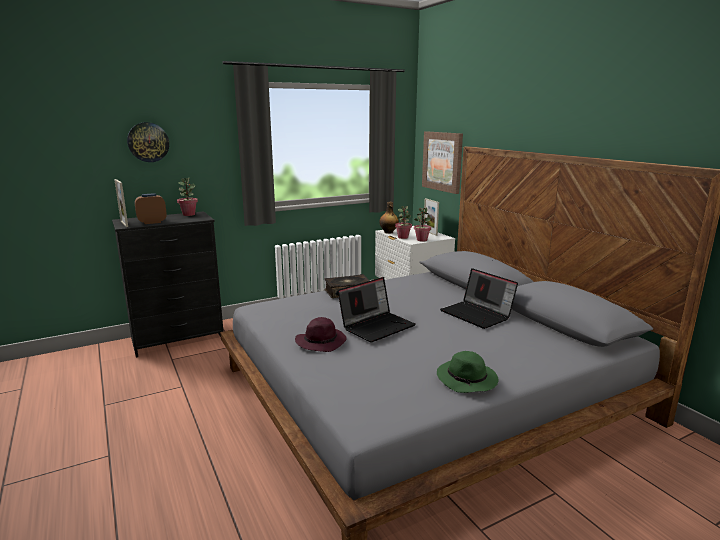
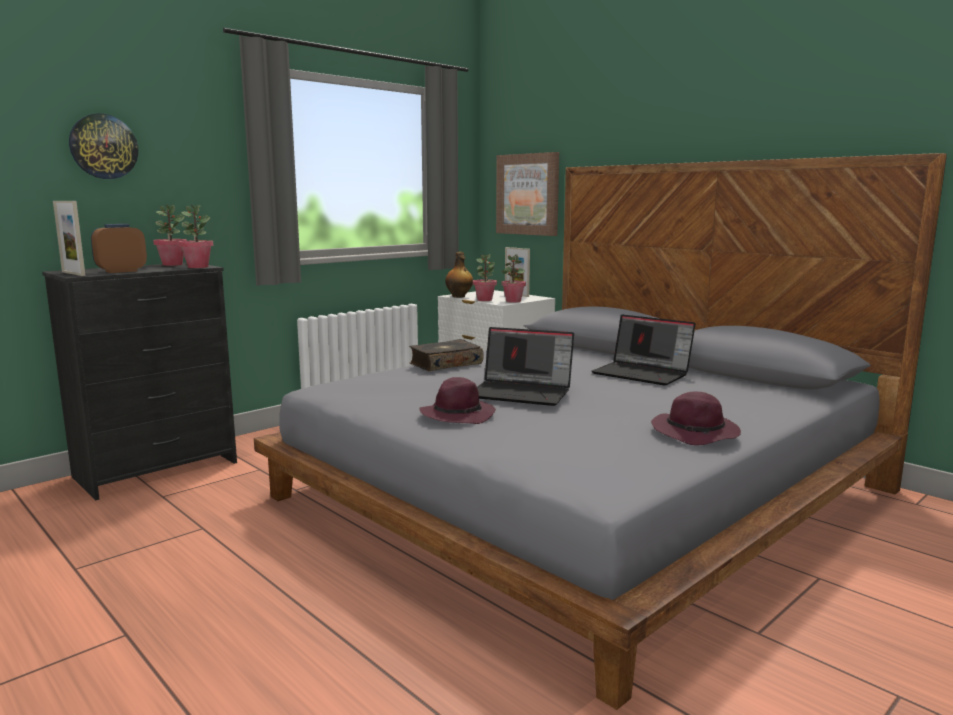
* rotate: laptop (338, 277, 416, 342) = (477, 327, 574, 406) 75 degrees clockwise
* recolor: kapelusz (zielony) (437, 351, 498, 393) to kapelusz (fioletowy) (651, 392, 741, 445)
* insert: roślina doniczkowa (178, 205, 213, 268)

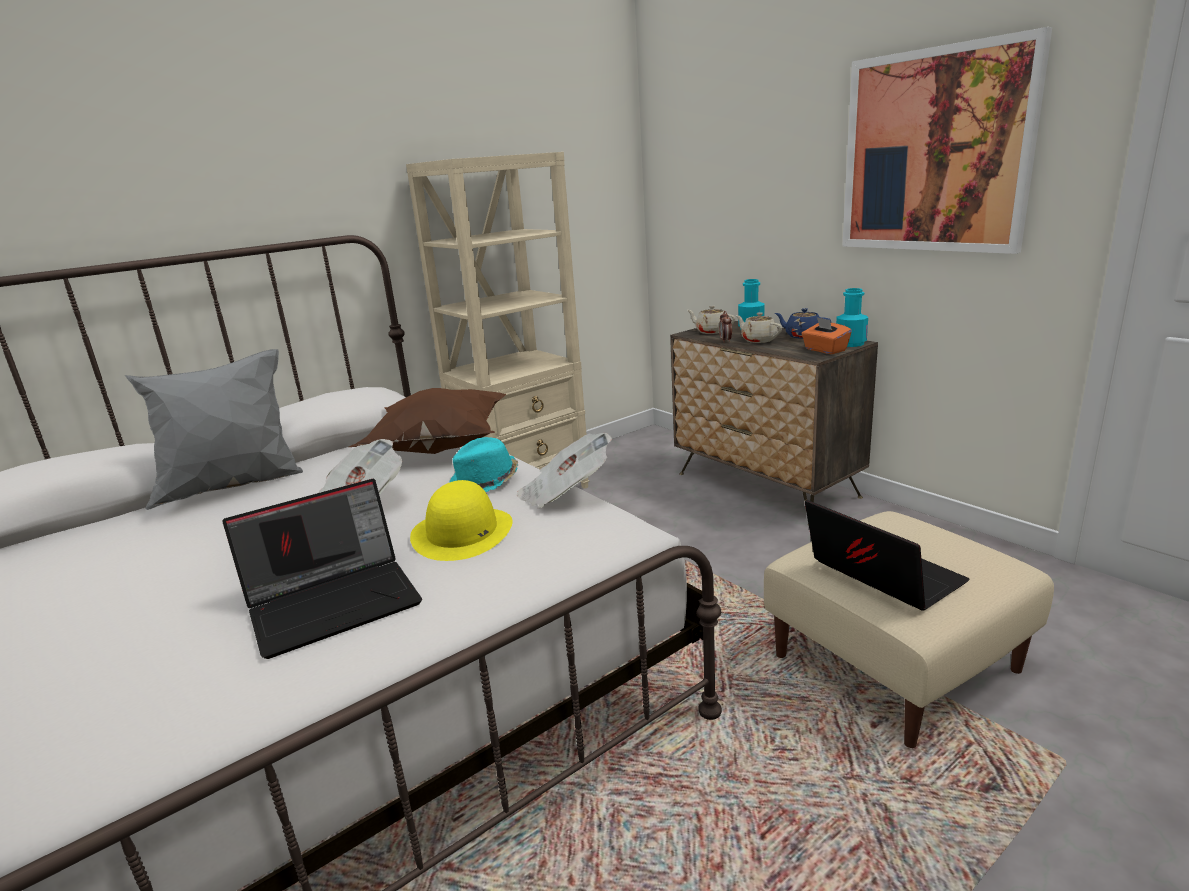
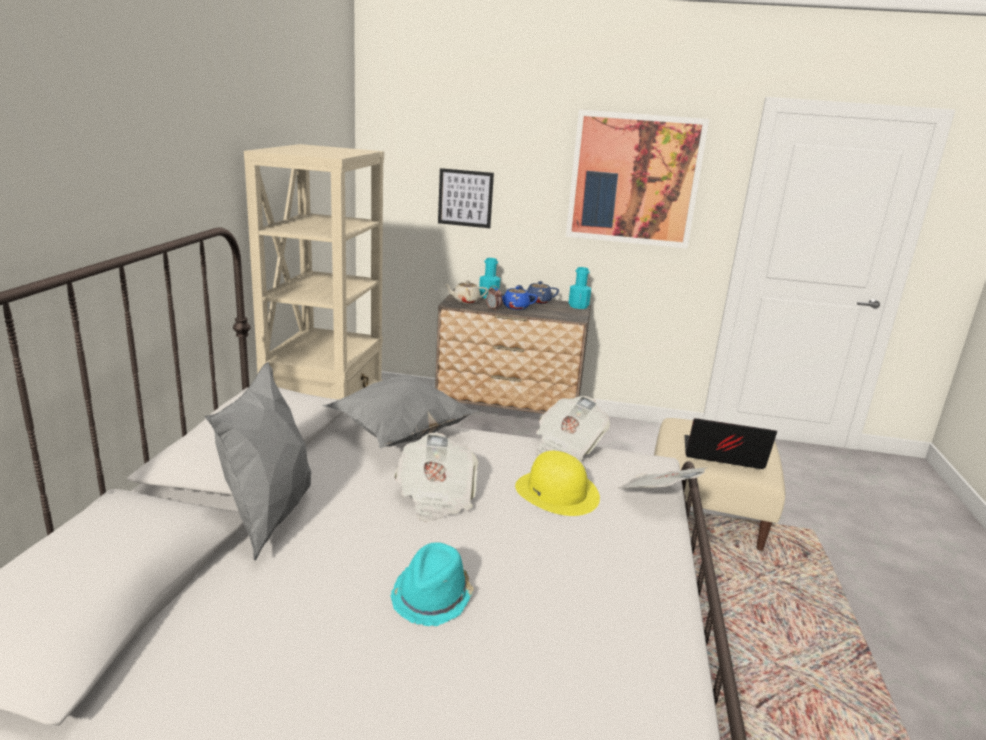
* delete: laptop (222, 479, 422, 659)
* recolor: poduszka (brązowy) (349, 388, 506, 454) to poduszka (szary) (321, 375, 478, 448)
* move: kapelusz (turkusowy) (450, 437, 518, 492) to (390, 542, 474, 626)
* recolor: imbryk (beżowy) (736, 312, 782, 343) to imbryk (niebieski) (494, 286, 538, 310)
* delete: pudełko chusteczek (pomarańczowy) (802, 317, 852, 354)
* insert: obraz (438, 168, 494, 228)
* insert: gazeta (618, 468, 706, 489)

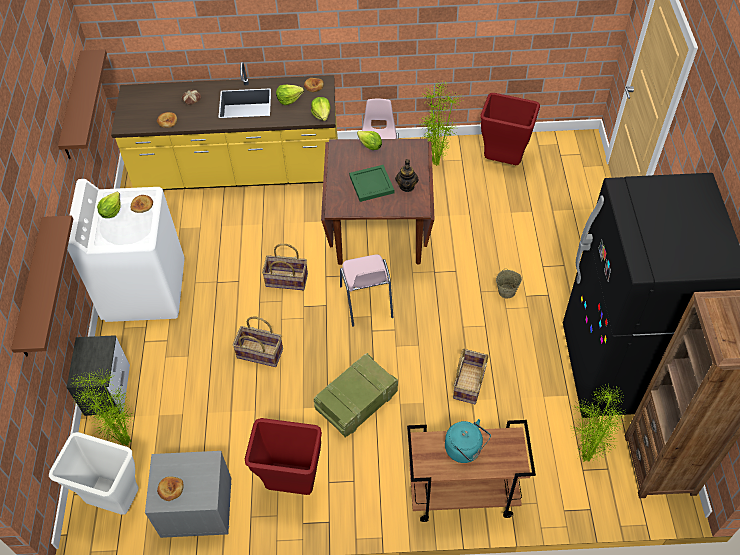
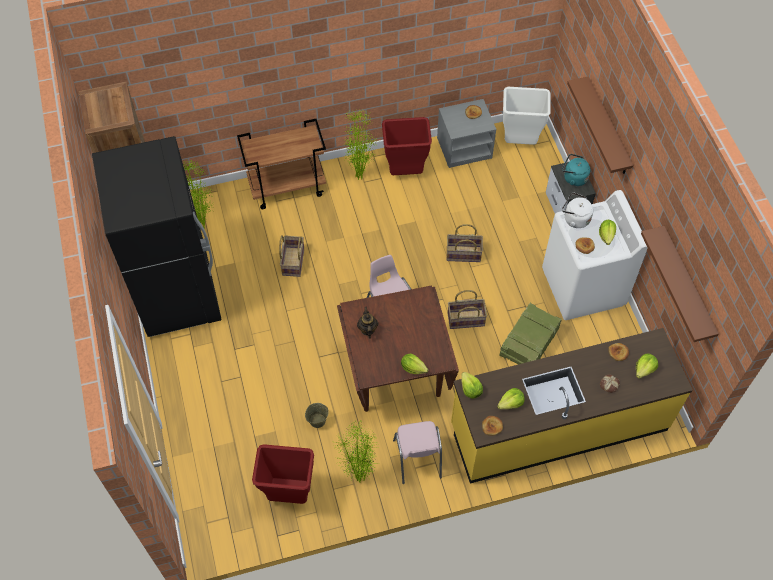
* move: roślina doniczkowa (70, 370, 135, 445) to (343, 110, 378, 180)
* move: skrzynka (314, 353, 398, 438) to (499, 302, 562, 364)
* delete: taca (zielony) (349, 165, 394, 202)
* move: czajnik (turkusowy) (445, 419, 491, 463) to (562, 154, 590, 186)
* move: wiadro (beżowy) (496, 269, 522, 298) to (305, 403, 329, 428)
* insert: czajnik (biały) (562, 192, 593, 228)
* insert: sałata (636, 353, 658, 378)

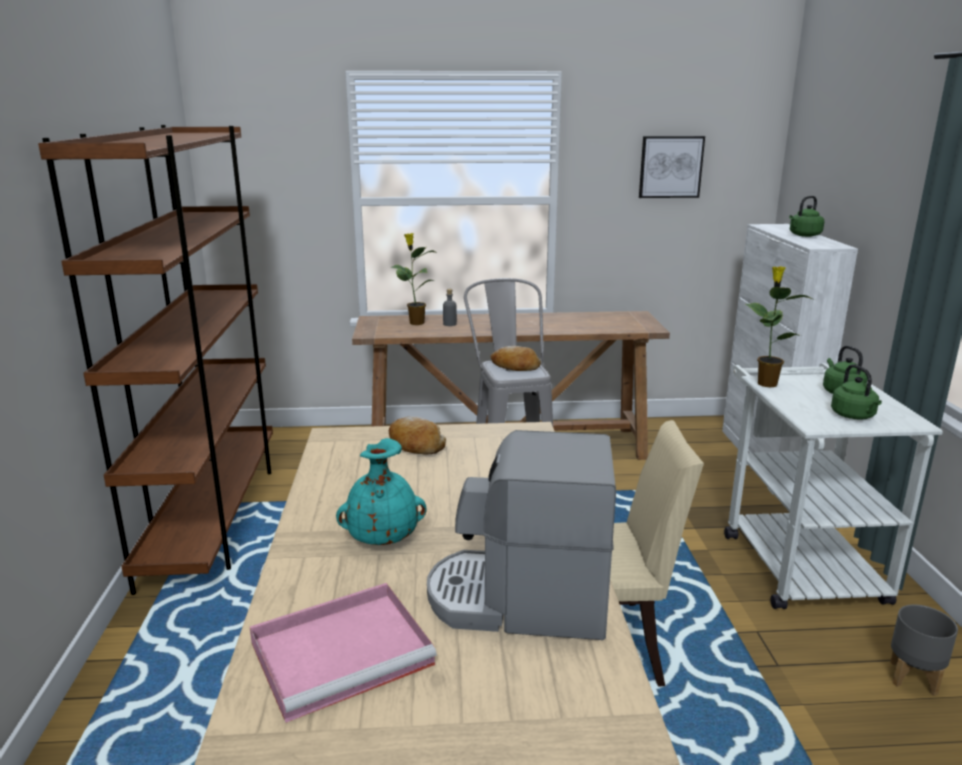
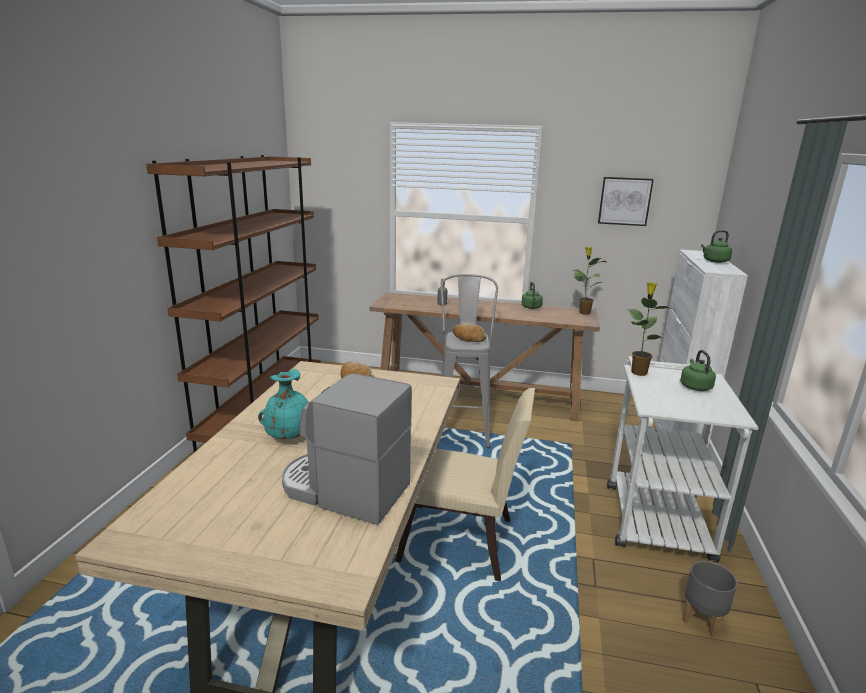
* delete: taca (różowy) (250, 583, 437, 723)
* move: roślina doniczkowa (391, 233, 435, 325) to (572, 247, 608, 315)
* move: czajnik (zielony) (831, 364, 882, 420) to (522, 282, 543, 309)

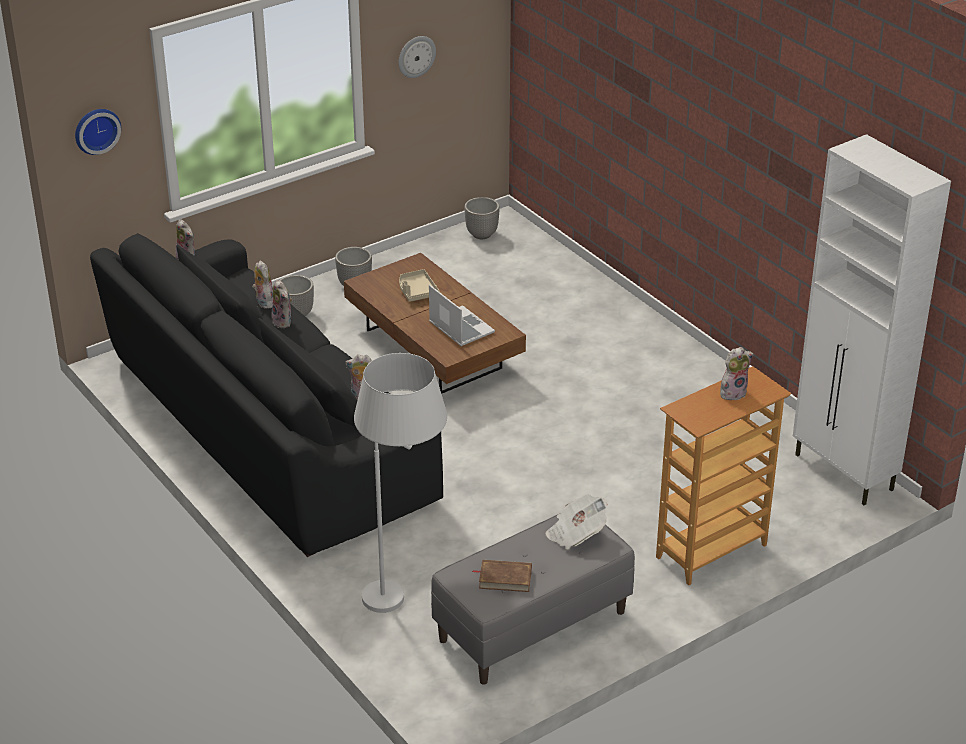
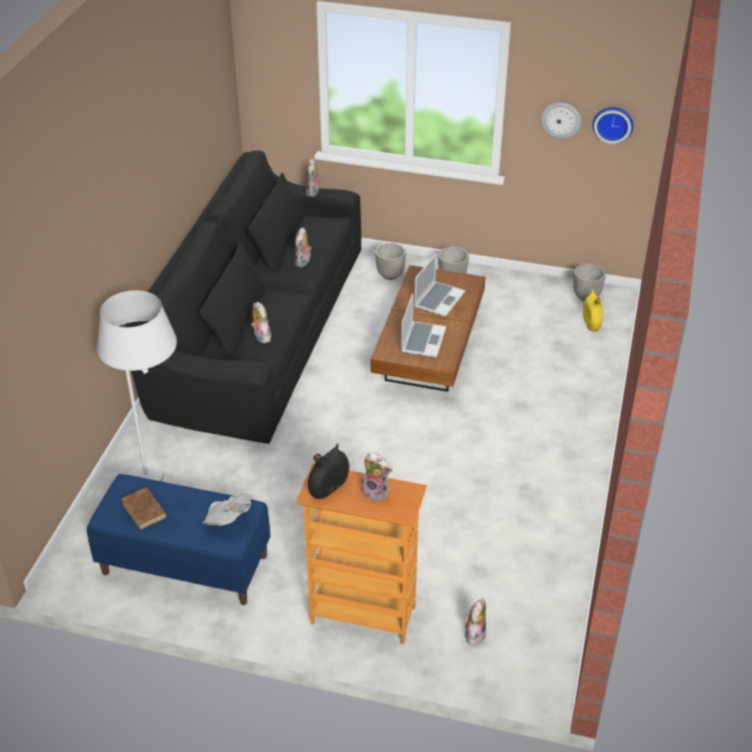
* move: zegar ścienny (75, 109, 121, 155) to (592, 107, 633, 144)
* move: pluszak (252, 261, 273, 309) to (464, 598, 486, 646)
* replace: taca (beżowy) (399, 269, 440, 302) to laptop (414, 254, 465, 317)
* recolor: ławka (szary) (431, 514, 635, 685) to ławka (niebieski) (87, 474, 271, 605)
* delete: szafka (biały) (793, 134, 951, 505)
* insert: wazon (czarny) (308, 443, 349, 499)
* insert: wazon (żółty) (583, 289, 603, 331)

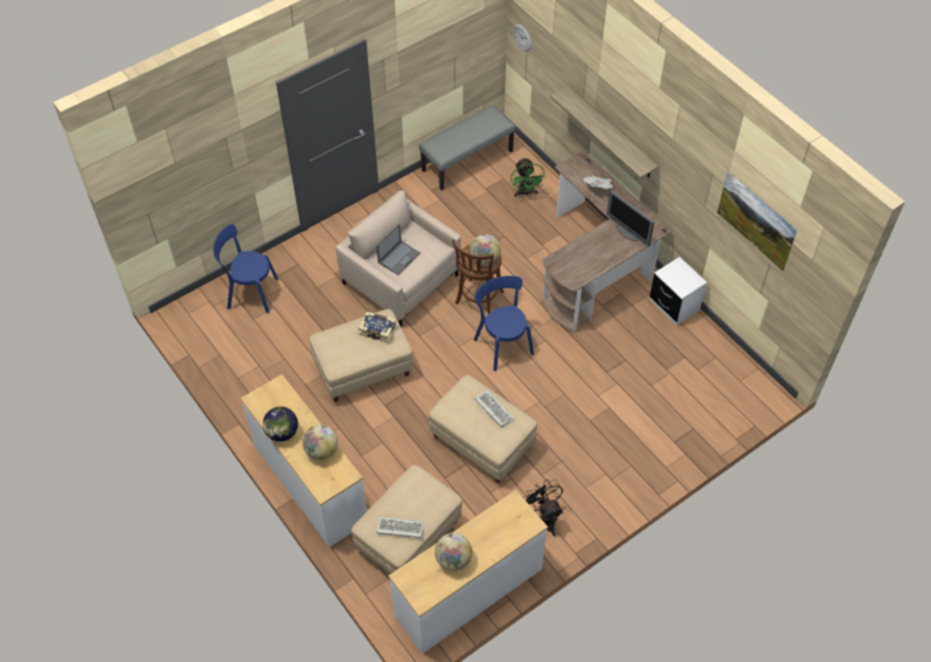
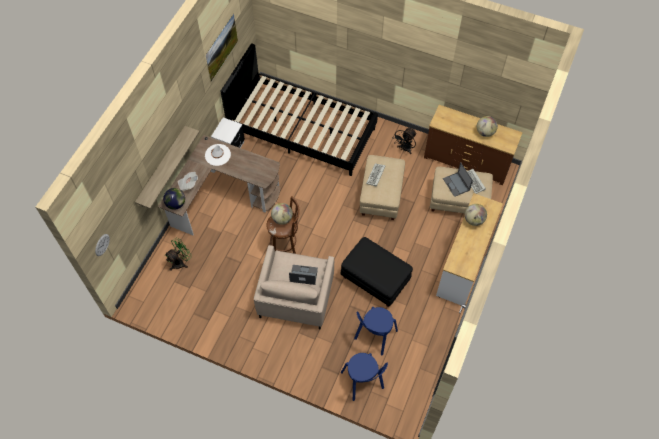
* move: globus (263, 406, 298, 442) to (163, 188, 185, 210)
* recolor: pufa (beżowy) (309, 309, 413, 402) to pufa (czarny) (341, 237, 413, 307)
* delete: książka (358, 312, 396, 343)
* recolor: komoda (biały) (388, 490, 548, 654) to komoda (brązowy) (424, 105, 523, 185)
* delete: ławka (szary) (419, 105, 516, 191)
* move: krzesło (niebieski) (474, 276, 534, 371) to (354, 307, 398, 356)
* replace: monitor (607, 190, 654, 246) to kapelusz (biały) (205, 144, 231, 166)
* insert: łóżko (czarny) (220, 43, 378, 176)
* insert: laptop (443, 162, 473, 197)

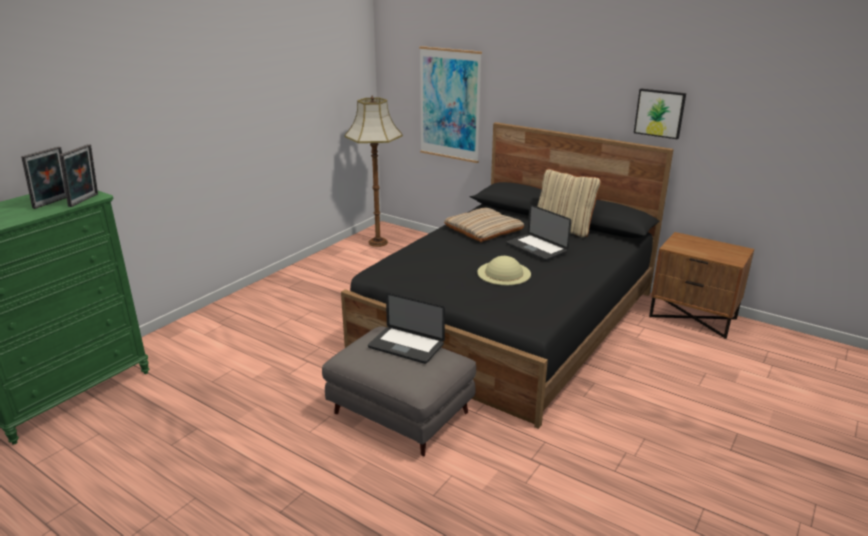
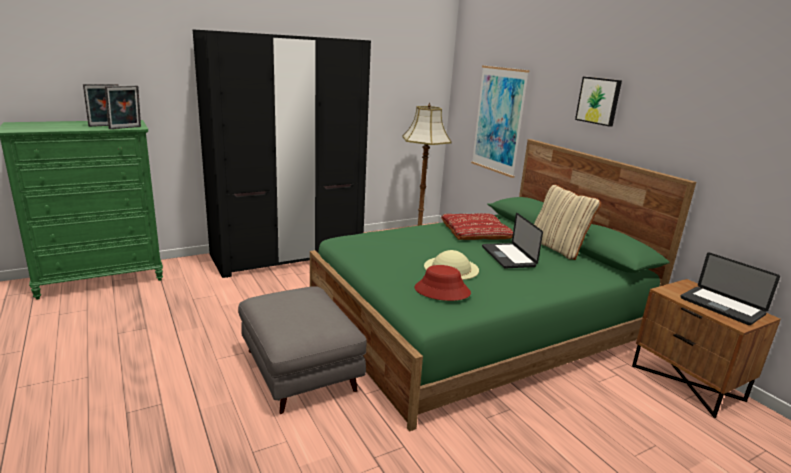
* recolor: łóżko (czarny) (341, 122, 674, 429) to łóżko (zielony) (310, 139, 696, 432)
* move: laptop (368, 293, 445, 364) to (680, 253, 780, 325)
* recolor: poduszka (beżowy) (444, 208, 524, 242) to poduszka (czerwony) (441, 213, 513, 240)
* move: obraz (634, 88, 686, 140) to (575, 77, 622, 127)
* insert: szafa (czarny) (193, 30, 371, 278)
* insert: kapelusz (czerwony) (415, 265, 471, 301)

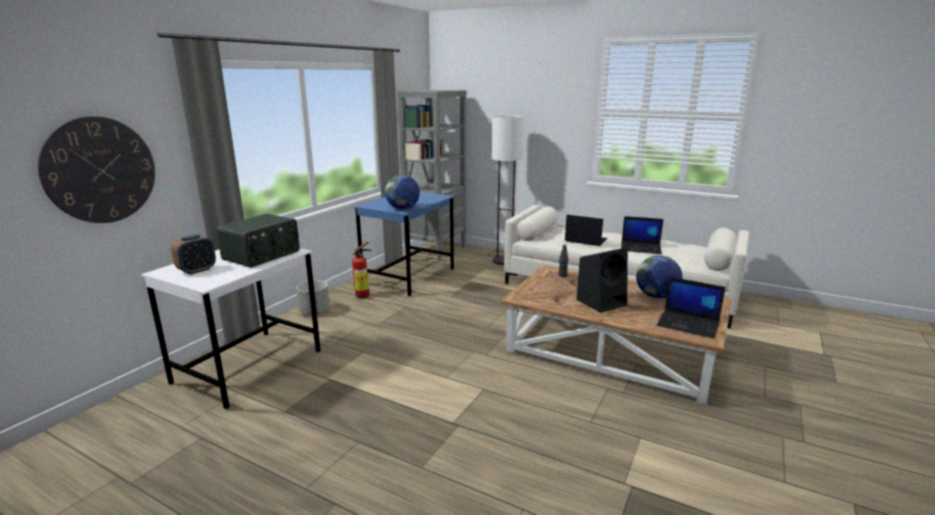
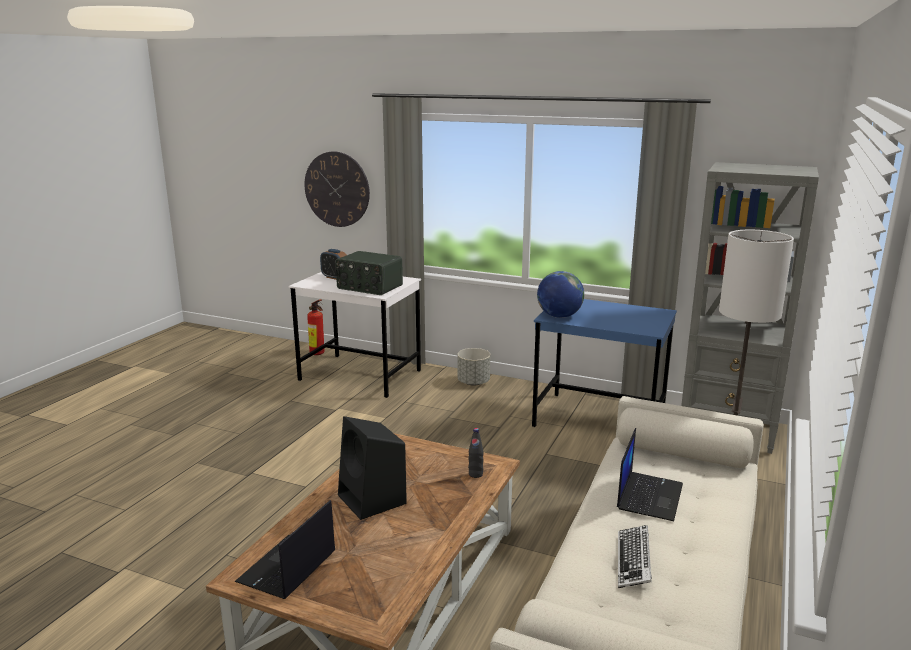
* move: gaśnica (352, 241, 371, 298) to (307, 299, 324, 355)
* replace: laptop (621, 216, 664, 254) to klawiatura (618, 525, 652, 588)
* delete: globus (636, 255, 683, 299)

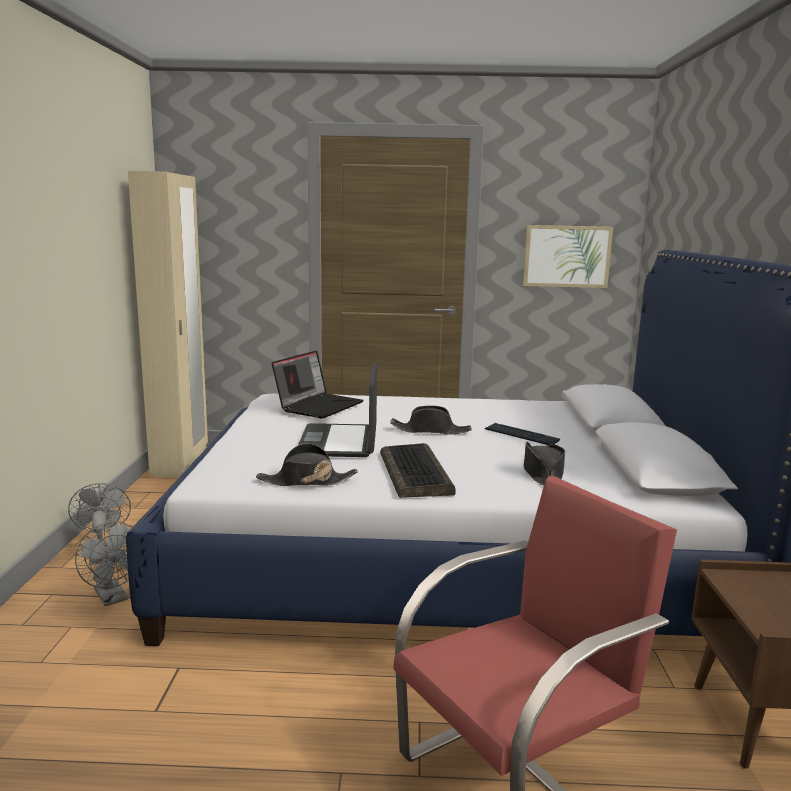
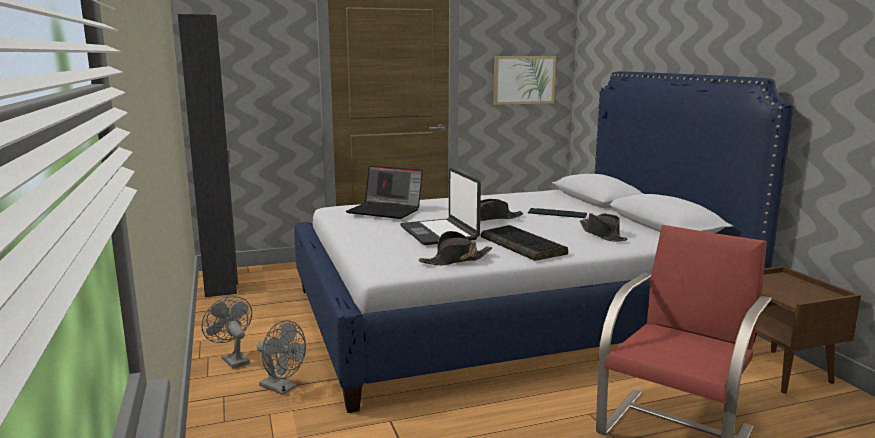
* recolor: szafa (beżowy) (128, 171, 208, 477) to szafa (czarny) (178, 14, 238, 297)
* rotate: laptop (272, 350, 364, 419) = (346, 166, 423, 219) 105 degrees clockwise

